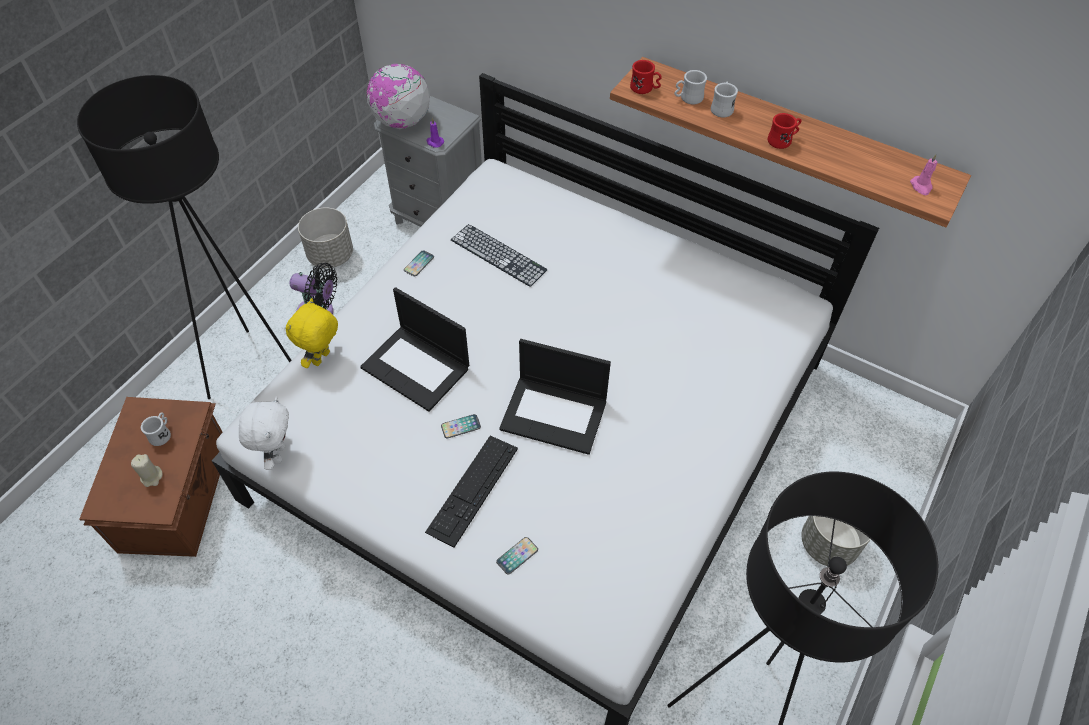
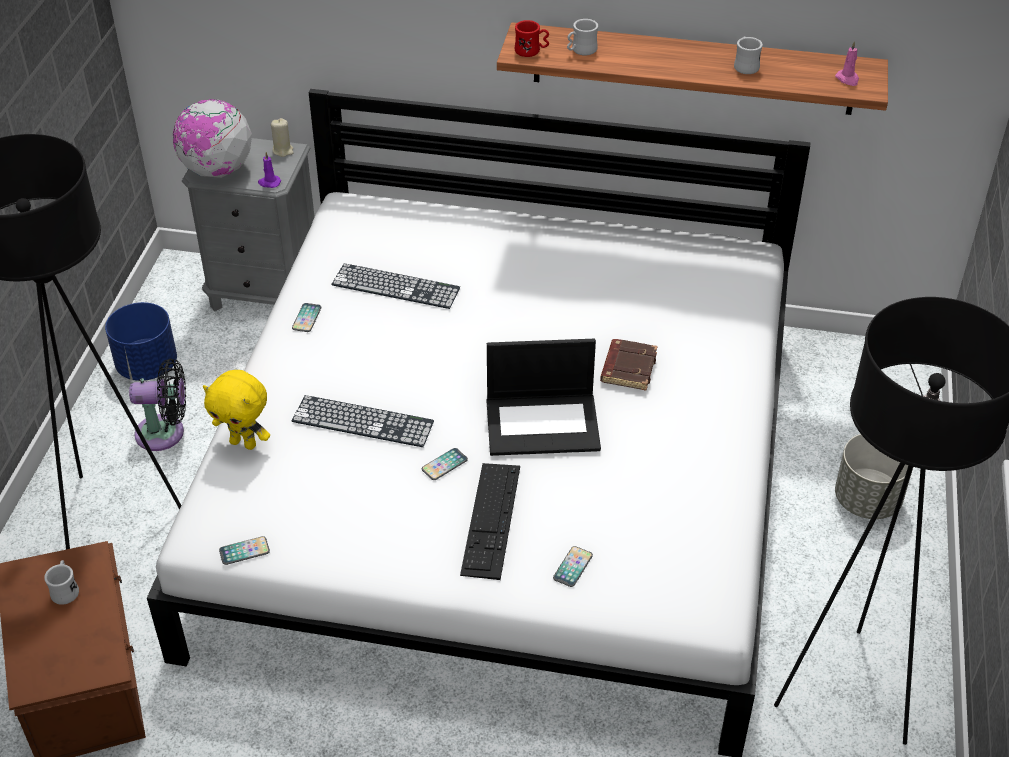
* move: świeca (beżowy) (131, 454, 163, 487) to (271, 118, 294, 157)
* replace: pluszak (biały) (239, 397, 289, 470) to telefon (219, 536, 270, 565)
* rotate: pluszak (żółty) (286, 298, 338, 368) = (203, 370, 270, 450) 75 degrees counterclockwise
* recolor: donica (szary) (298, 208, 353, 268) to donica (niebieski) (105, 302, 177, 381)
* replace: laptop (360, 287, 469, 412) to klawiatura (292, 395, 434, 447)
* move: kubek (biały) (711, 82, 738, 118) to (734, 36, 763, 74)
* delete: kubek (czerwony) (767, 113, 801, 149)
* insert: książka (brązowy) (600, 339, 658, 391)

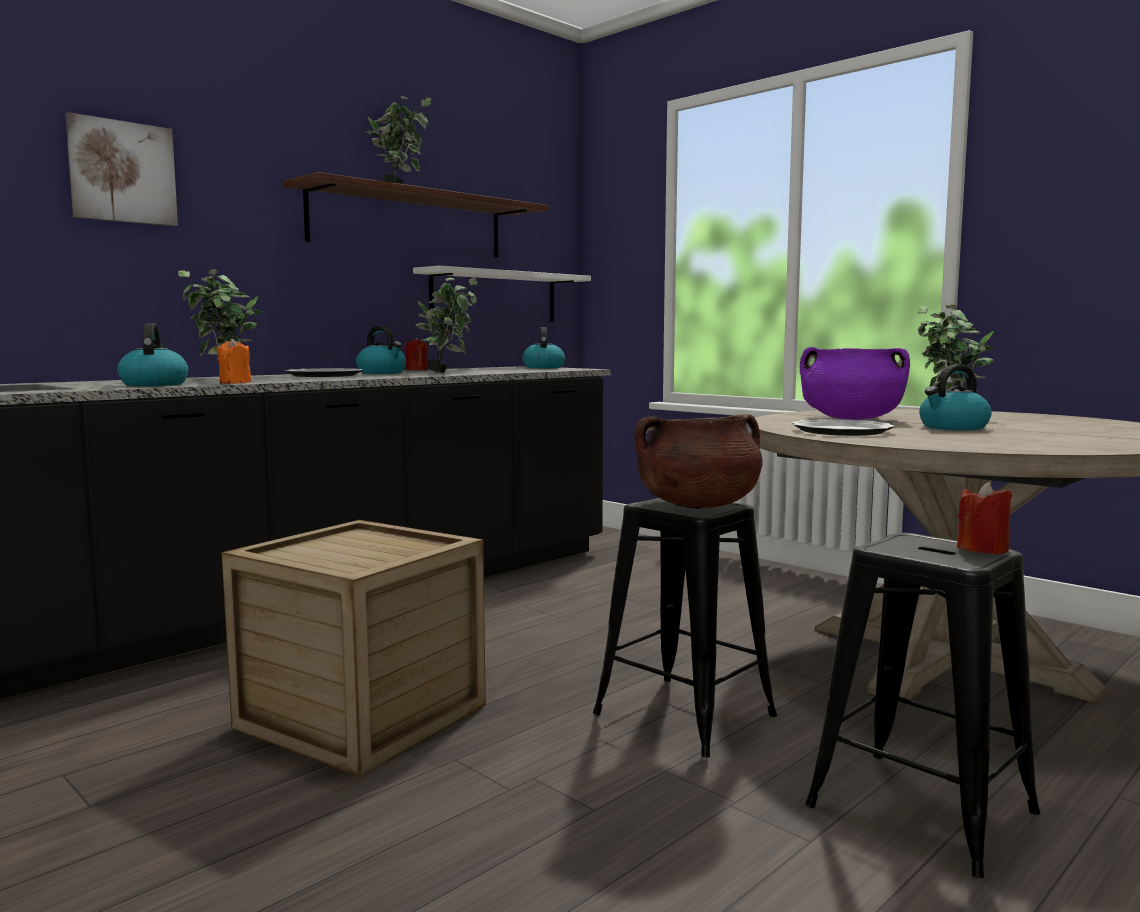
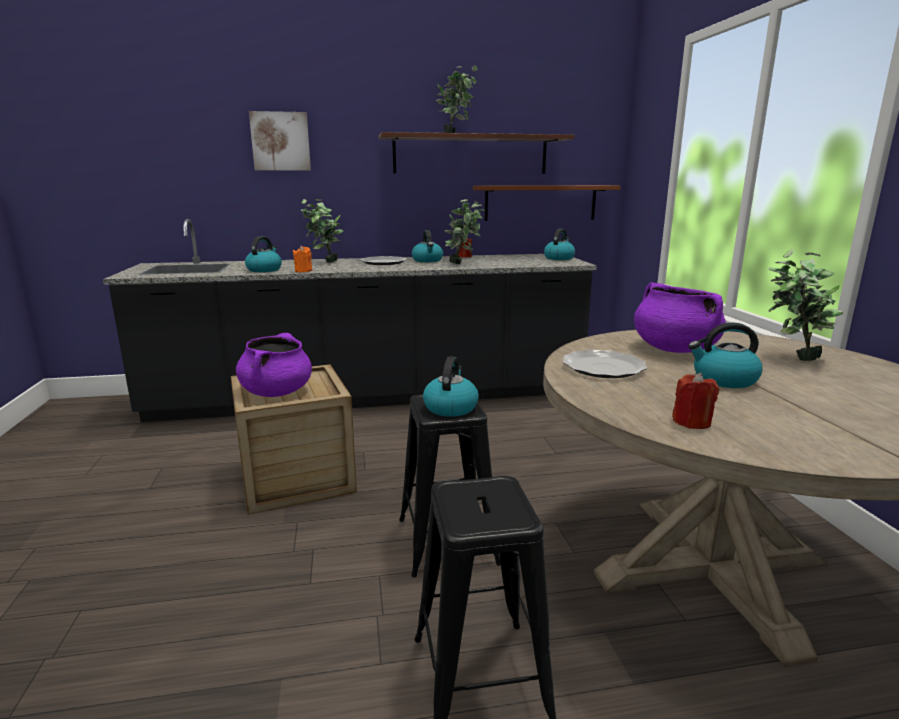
* recolor: półka (biały) (413, 265, 591, 322) to półka (brązowy) (473, 185, 621, 221)
* replace: garnek (brązowy) (635, 414, 763, 508) to czajnik (423, 356, 479, 417)
* move: świeca (czerwony) (957, 482, 1012, 554) to (672, 373, 719, 429)
* insert: garnek (fioletowy) (236, 333, 312, 397)

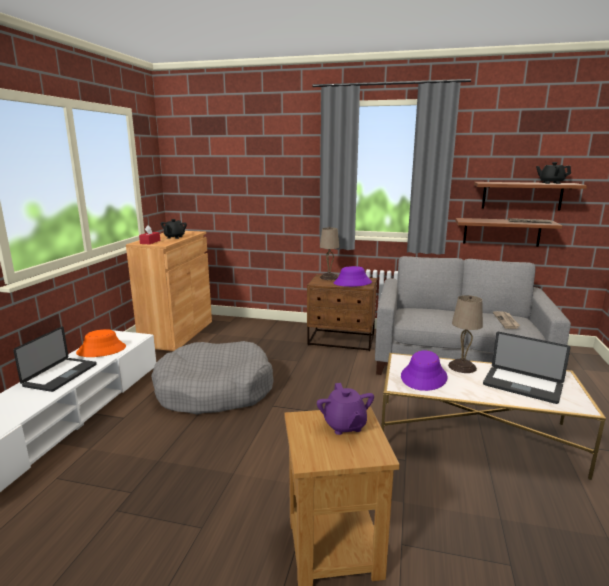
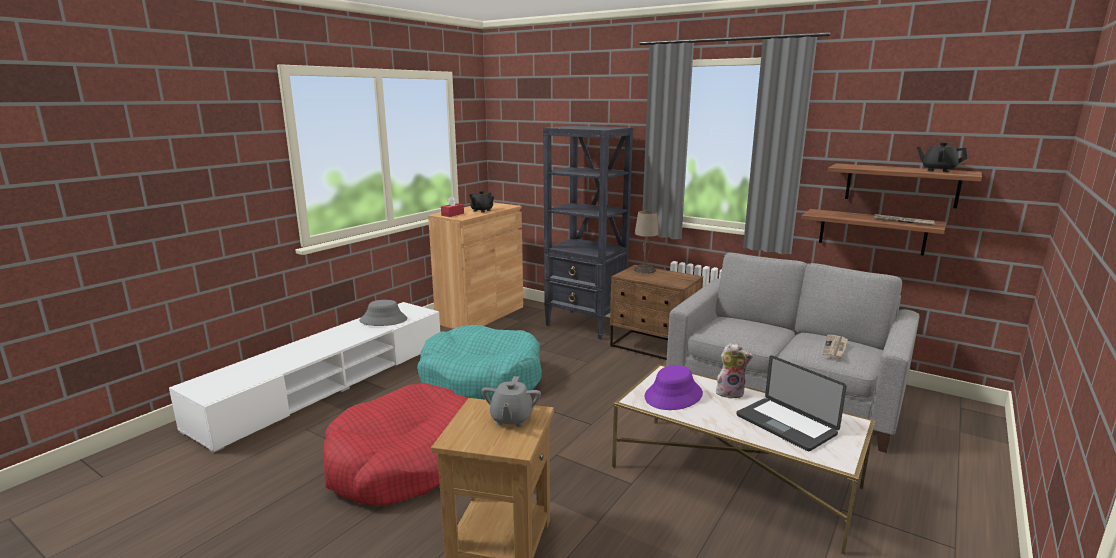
* delete: laptop (13, 326, 97, 392)
* recolor: kapelusz (pomarańczowy) (76, 329, 126, 357) to kapelusz (szary) (359, 300, 407, 326)
* recolor: legowisko (szary) (151, 341, 274, 415) to legowisko (turkusowy) (417, 325, 542, 399)
* recolor: imbryk (fioletowy) (317, 383, 374, 435) to imbryk (szary) (481, 376, 541, 427)
* delete: kapelusz (fioletowy) (334, 266, 372, 287)
* replace: lampa stołowa (beżowy) (448, 295, 483, 373) to pluszak (716, 343, 753, 399)
* insert: legowisko (czerwony) (323, 383, 468, 506)
* insert: regał (czarny) (543, 126, 633, 339)

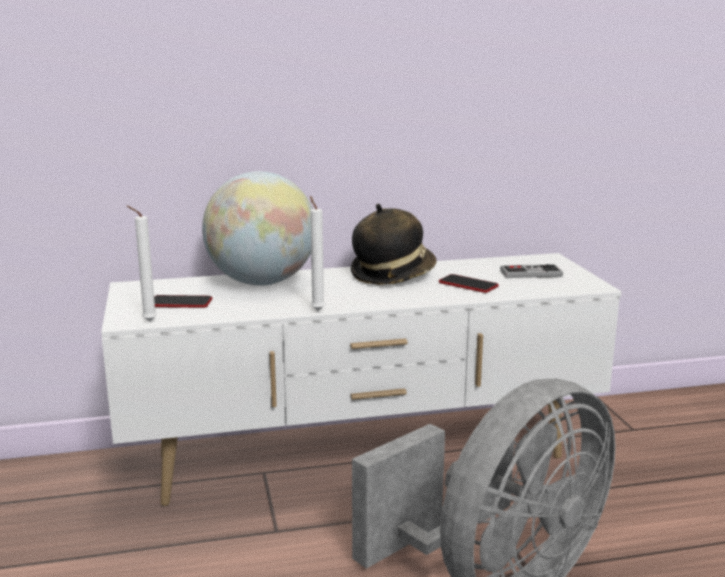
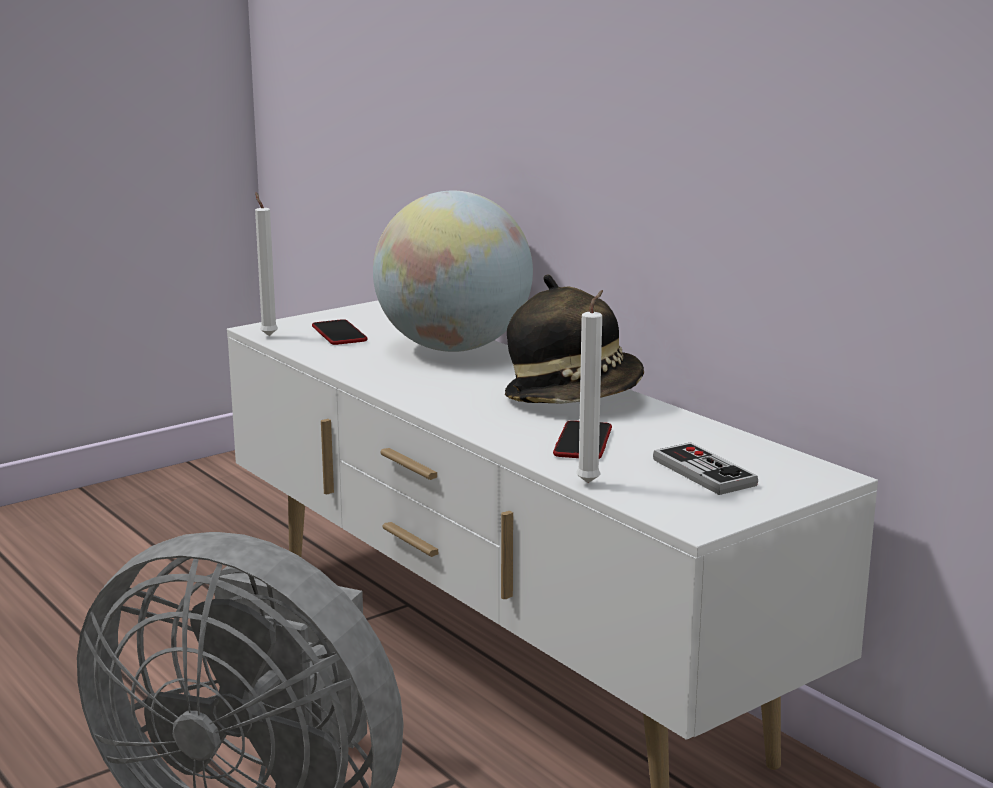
* move: świeca (biały) (310, 196, 325, 311) to (576, 290, 603, 483)

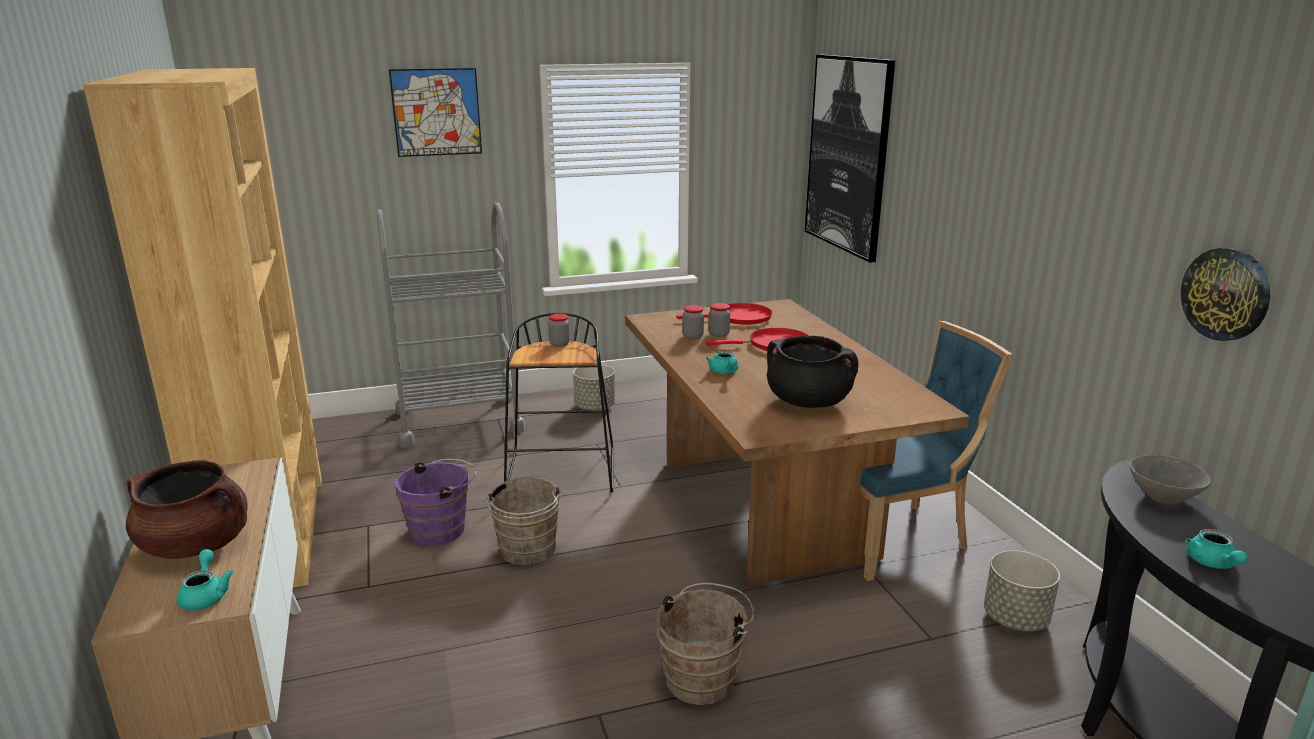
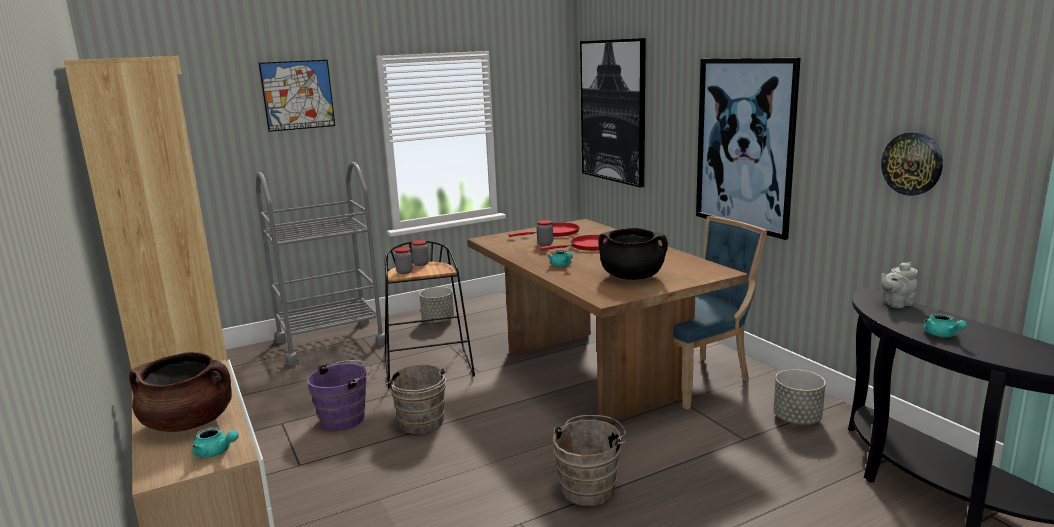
* rotate: imbryk (turkusowy) (177, 549, 233, 611) = (192, 427, 239, 458) 135 degrees clockwise
* move: słoik (682, 305, 704, 340) to (395, 247, 413, 274)
* replace: miska (szary) (1129, 455, 1211, 504) to imbryk (szary) (881, 262, 918, 308)
* insert: obraz (696, 58, 801, 240)

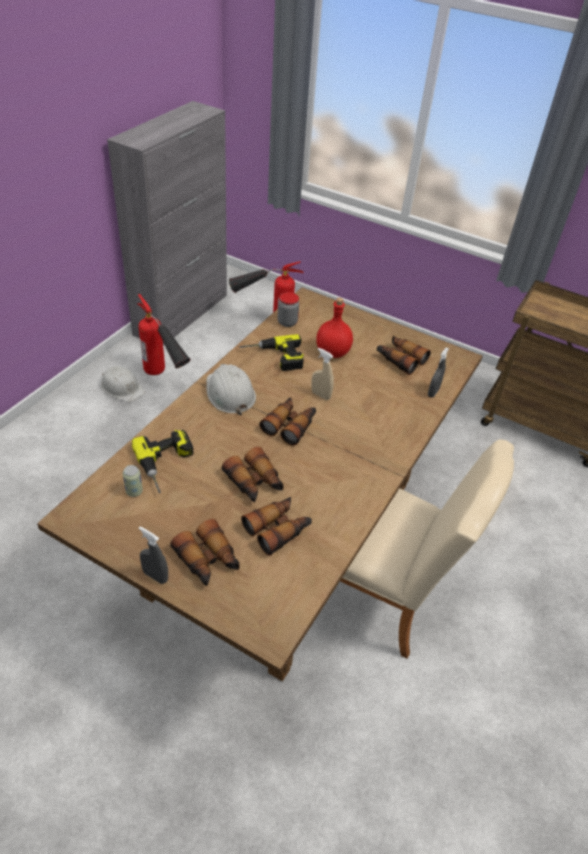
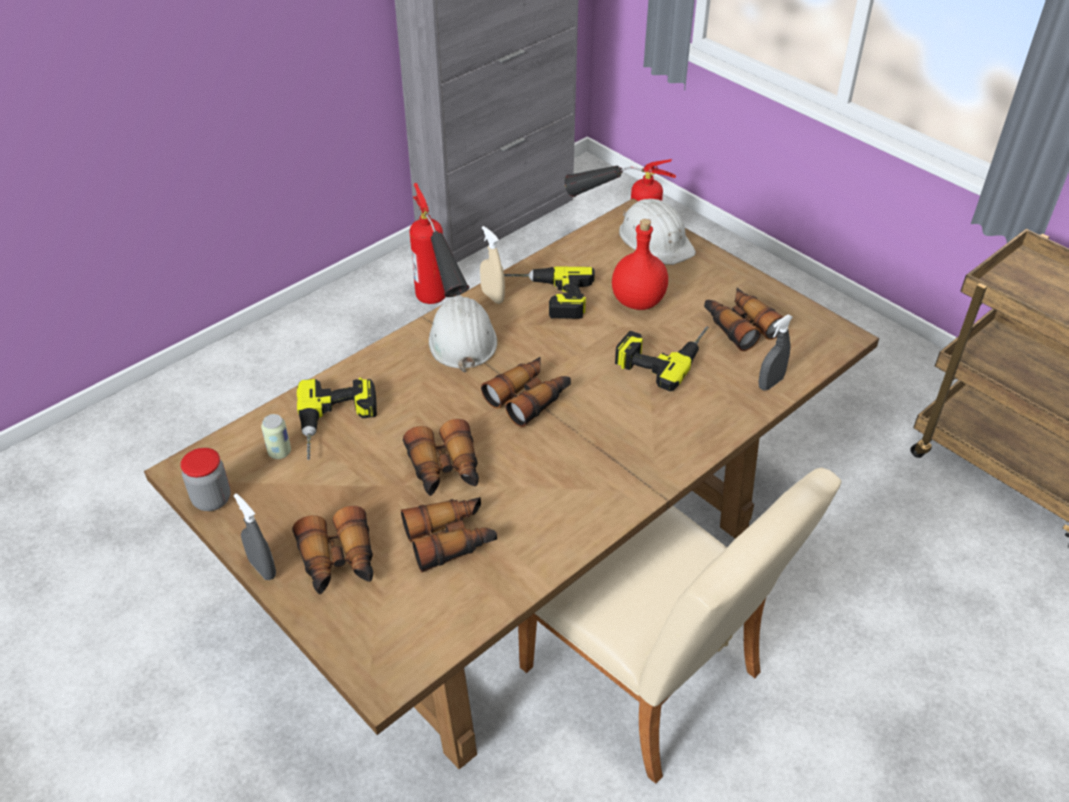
* move: kask (biały) (101, 366, 145, 402) to (619, 199, 696, 265)
* move: słoik (277, 292, 299, 327) to (180, 448, 231, 511)
* move: spryskiwacz (beżowy) (311, 348, 334, 400) to (480, 226, 505, 304)
* insert: wiertarka (615, 326, 709, 391)

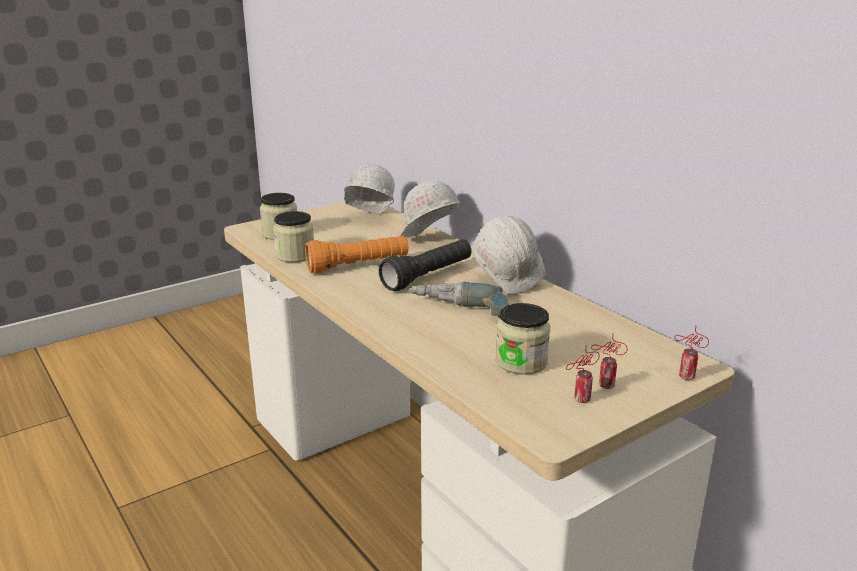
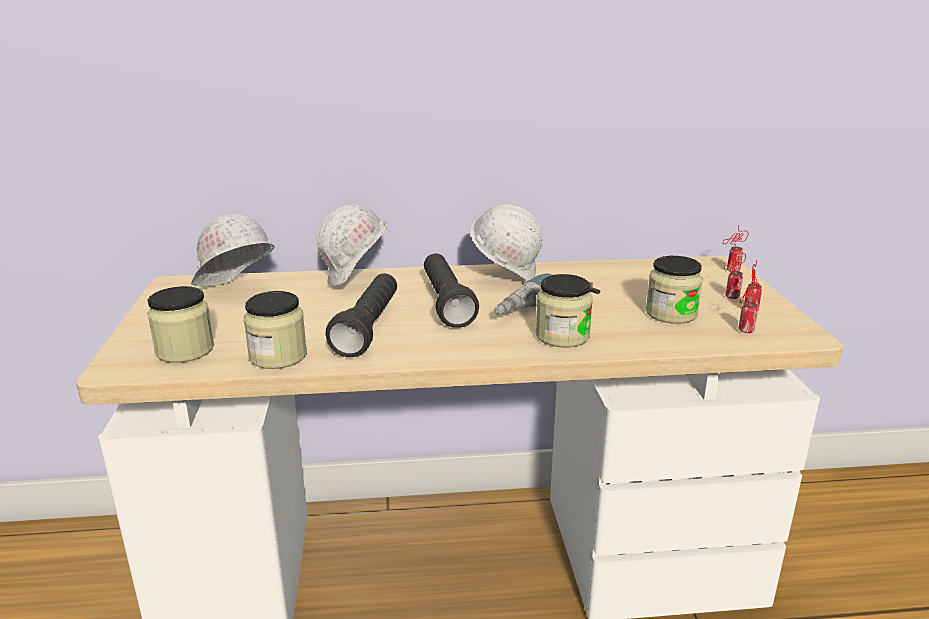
* recolor: latarka (pomarańczowy) (305, 236, 408, 274) to latarka (czarny) (325, 273, 397, 357)
* insert: słoik (536, 274, 593, 348)
* insert: puszka (738, 277, 759, 333)

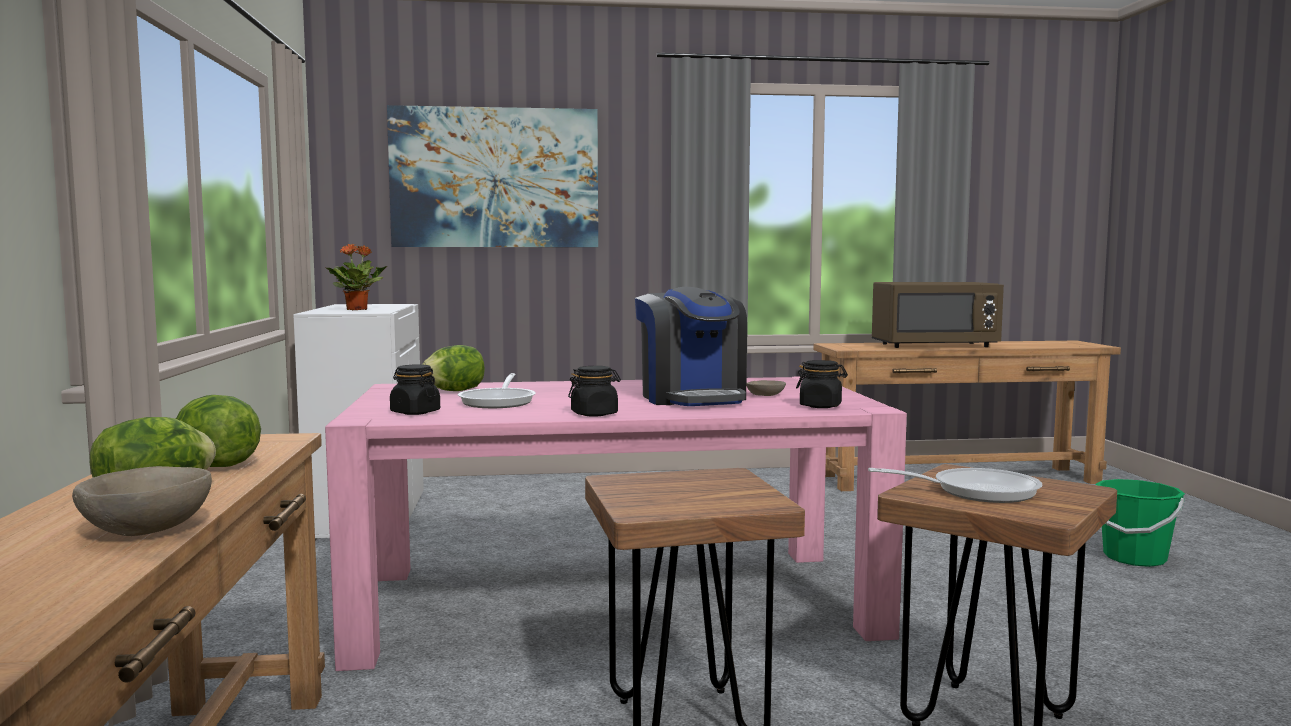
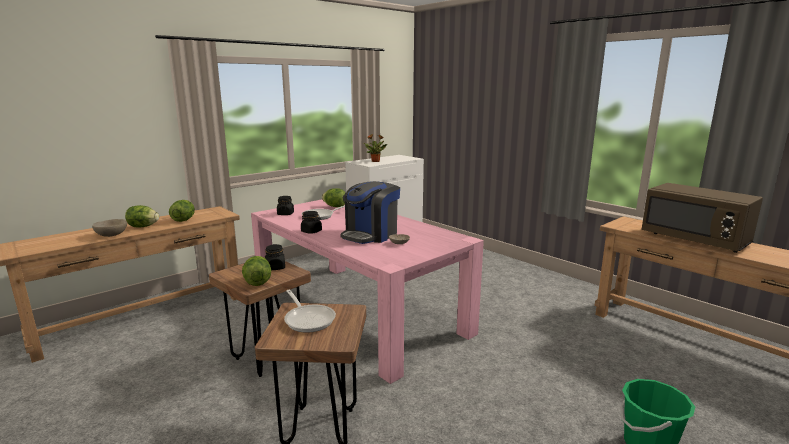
* delete: obraz (387, 105, 598, 247)
* move: słoik (czarny) (796, 360, 848, 408) to (265, 244, 285, 270)
* insert: sałata (242, 256, 271, 286)

